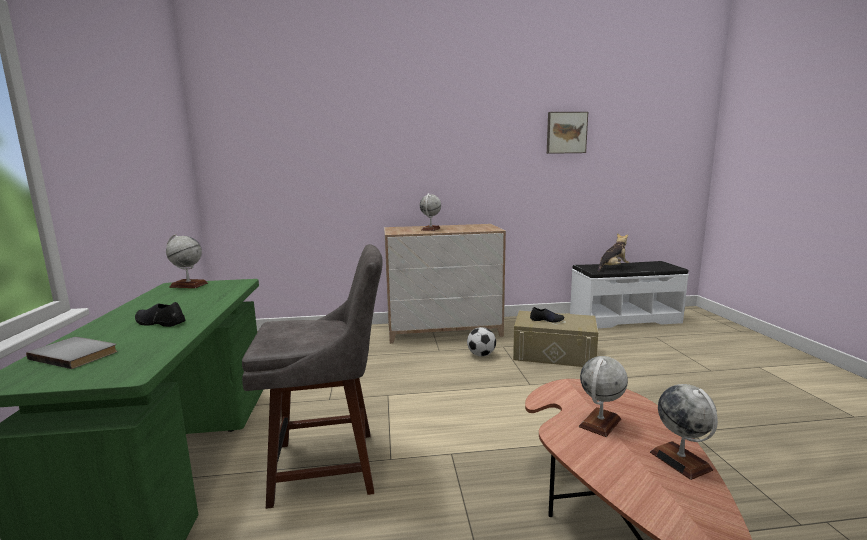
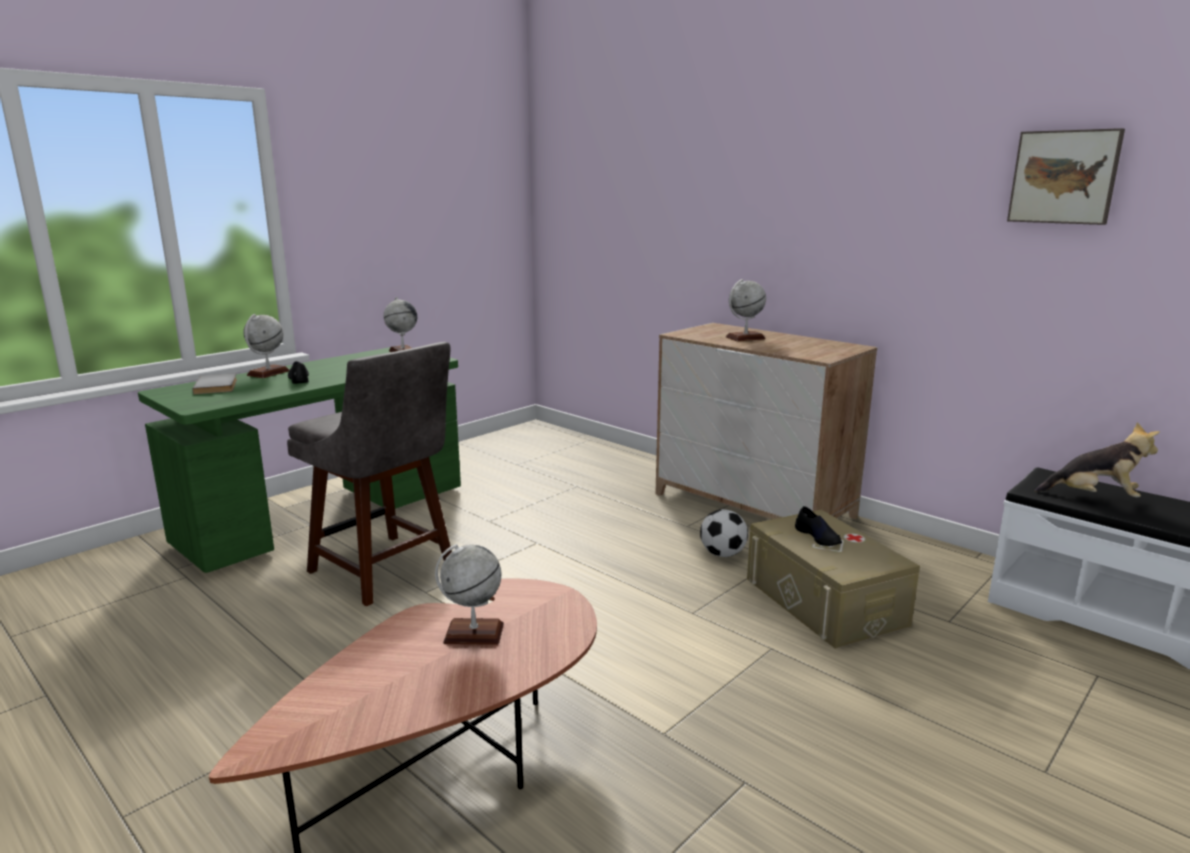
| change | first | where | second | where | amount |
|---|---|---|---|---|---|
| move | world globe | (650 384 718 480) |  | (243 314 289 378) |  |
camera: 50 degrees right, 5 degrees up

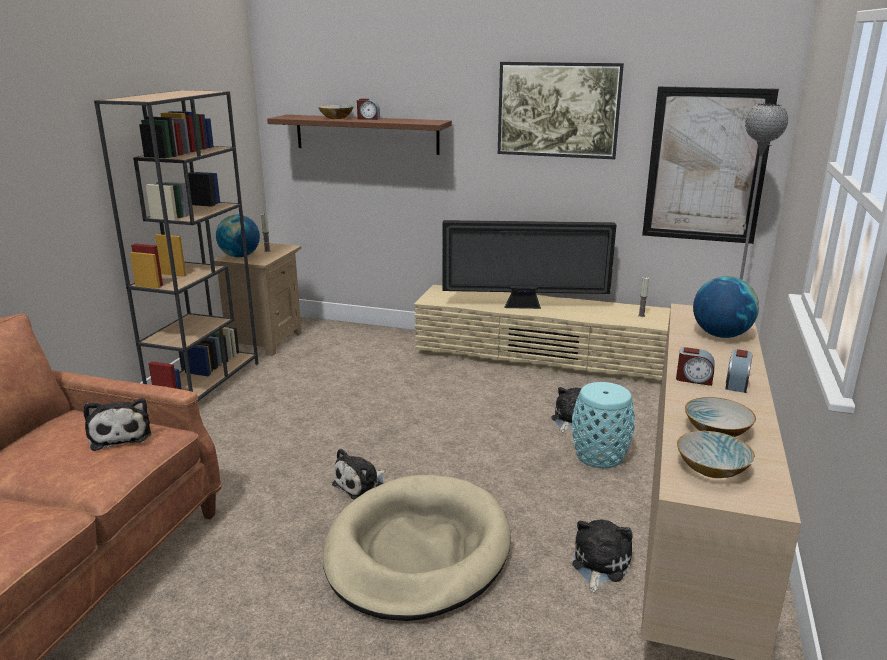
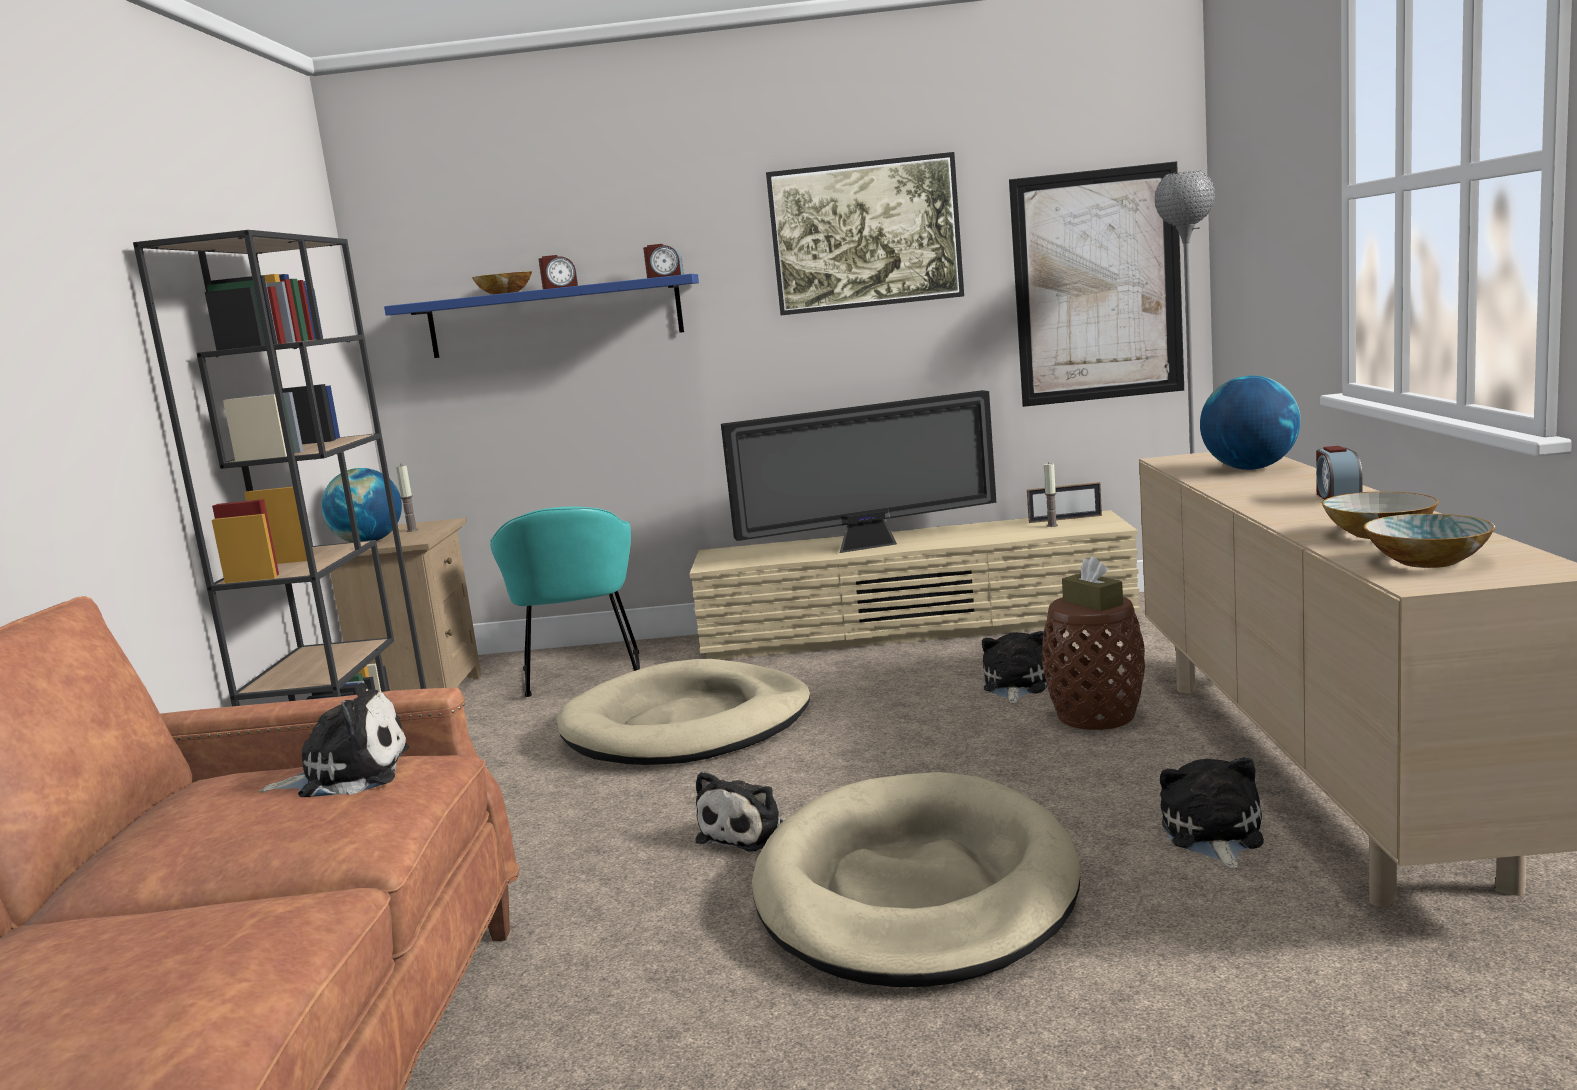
| change | first | where | second | where | amount |
|---|---|---|---|---|---|
| rotate | plush toy | (83 398 151 451) |  | (259 683 409 797) | 60 degrees counterclockwise |
| recolor | brown-coloured shelf | (267 115 452 155) | blue shelf | (384 274 699 358) |  |
| recolor | turquoise stool seat | (572 382 635 468) | brown-coloured stool seat | (1042 597 1145 730) |  |
| move | alarm clock | (676 347 715 386) |  | (643 244 684 278) |  |
| insert |  |  | turquoise lounge chair | (490 507 640 697) |  |
| insert |  |  | sand-coloured pet bed | (557 659 810 765) |  |
| insert |  |  | picture frame | (1027 482 1102 523) |  |
| insert |  |  | brown-coloured tissue box | (1062 557 1123 611) |  |
camera: 15 degrees left, 10 degrees down

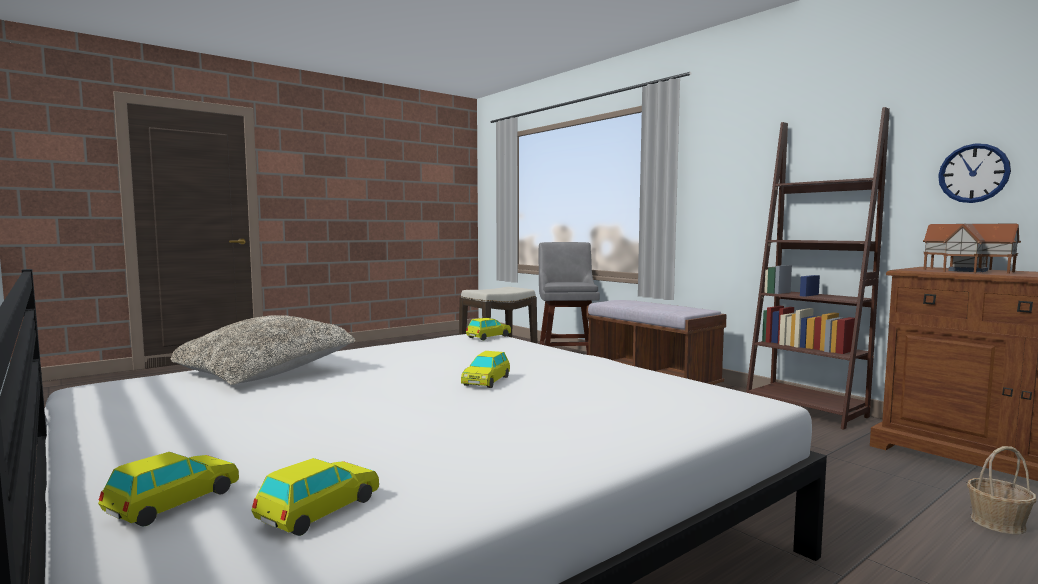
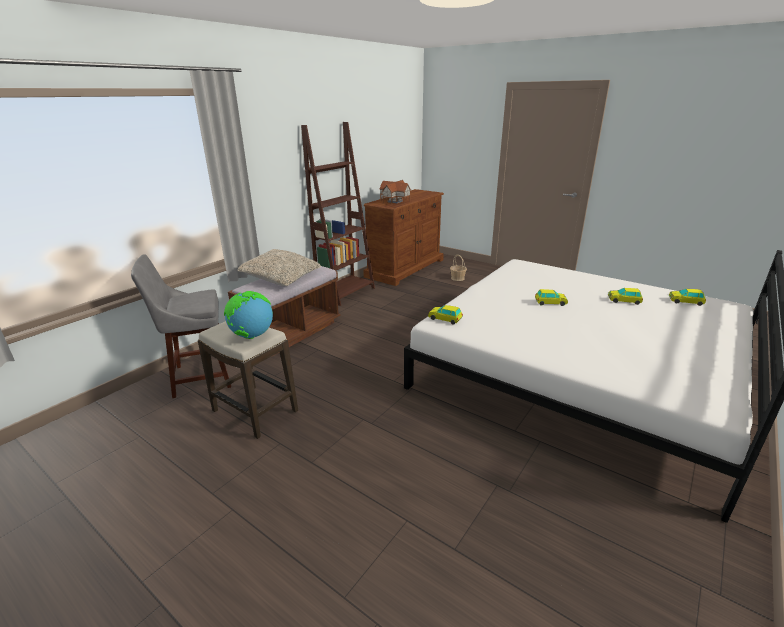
| change | first | where | second | where | amount |
|---|---|---|---|---|---|
| move | toy car | (98 452 239 526) |  | (608 288 643 305) |  |
| move | sand-coloured pillow | (170 315 356 385) |  | (237 249 321 286) |  |
| delete | wall clock | (938 143 1011 203) |  |  |  |
| insert |  |  | world globe | (224 291 273 339) |  |
camera: 105 degrees left, 20 degrees up

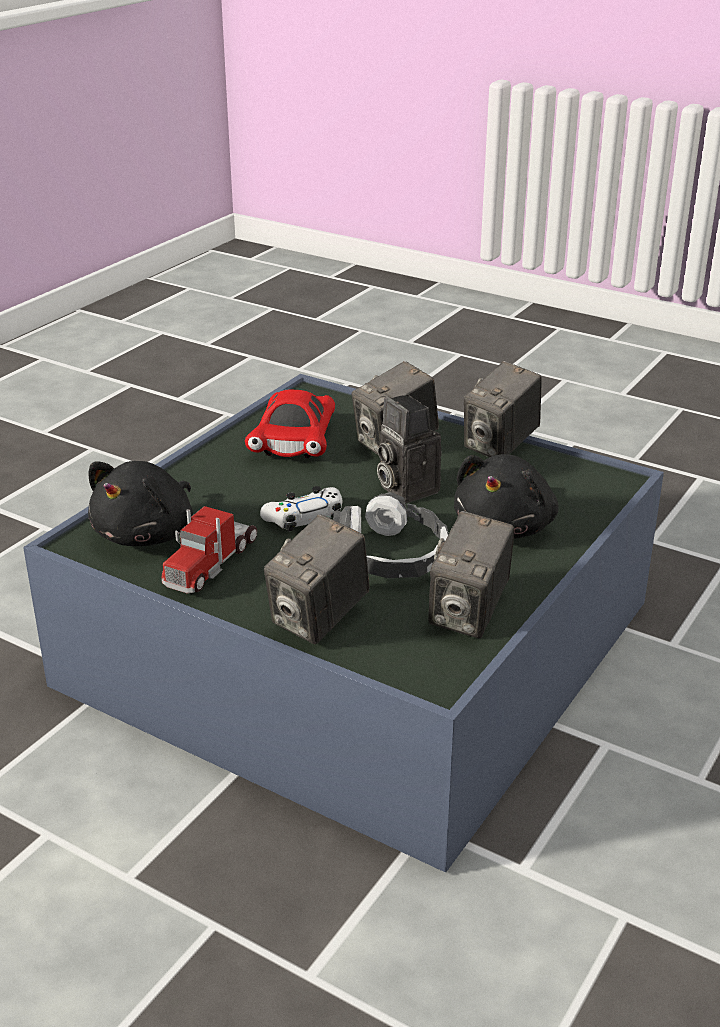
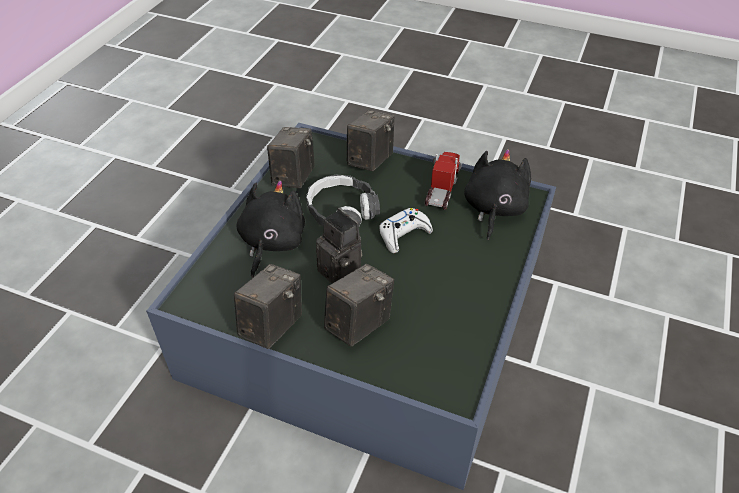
| change | first | where | second | where | amount |
|---|---|---|---|---|---|
| delete | reddish toy car | (245 389 335 459) |  |  |  |
camera: 170 degrees right, 15 degrees up

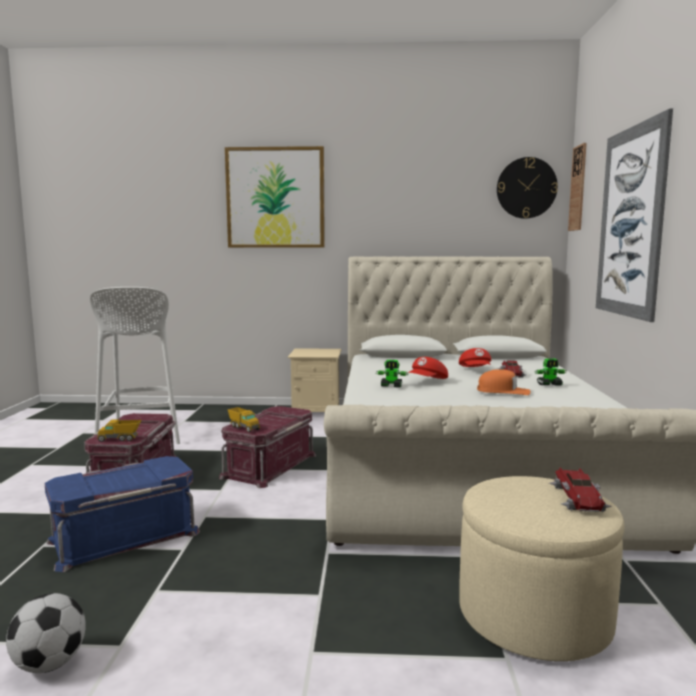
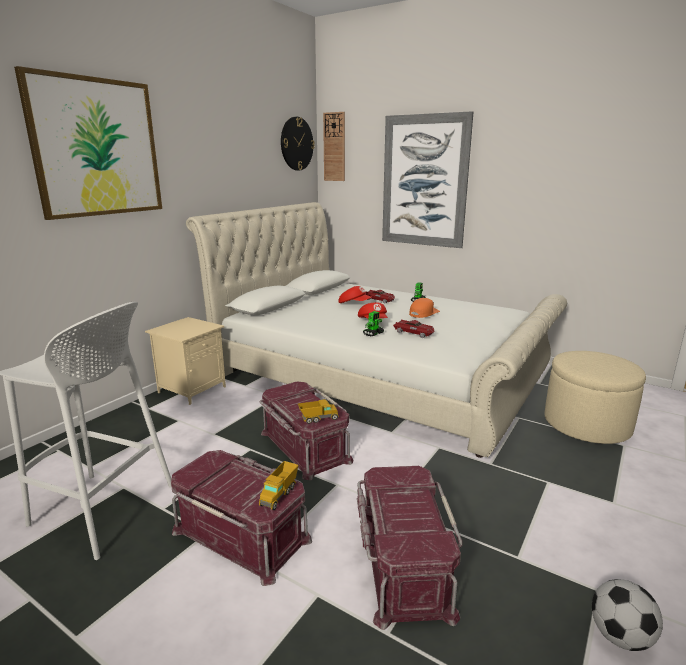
| change | first | where | second | where | amount |
|---|---|---|---|---|---|
| recolor | blue storage container | (45 456 200 572) | reddish storage container | (357 466 463 630) |  |
| move | toy car | (549 467 612 512) |  | (393 320 434 338) |  |
camera: 60 degrees left, 10 degrees up

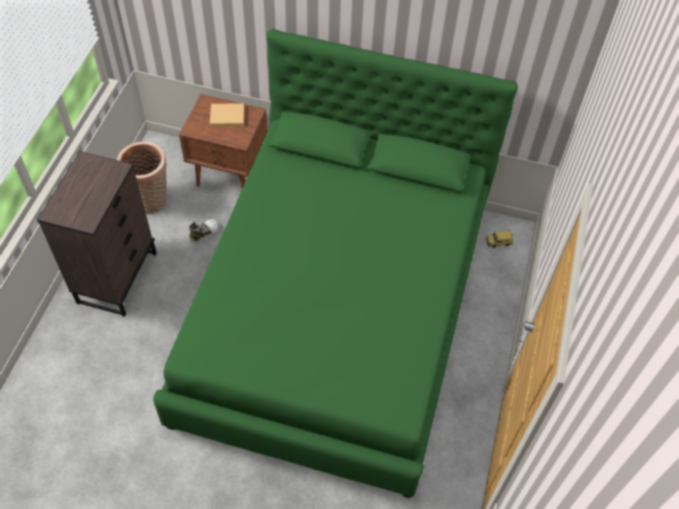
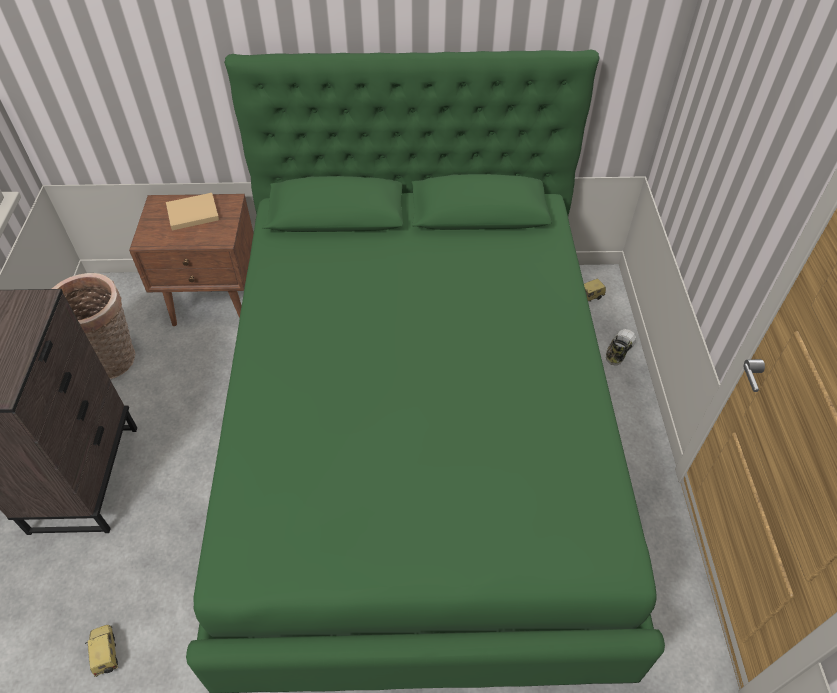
| change | first | where | second | where | amount |
|---|---|---|---|---|---|
| move | shoe | (189 219 219 243) |  | (606 329 636 366) |  |
| insert |  |  | toy car | (85 625 118 677) |  |
camera: 15 degrees left, 5 degrees down

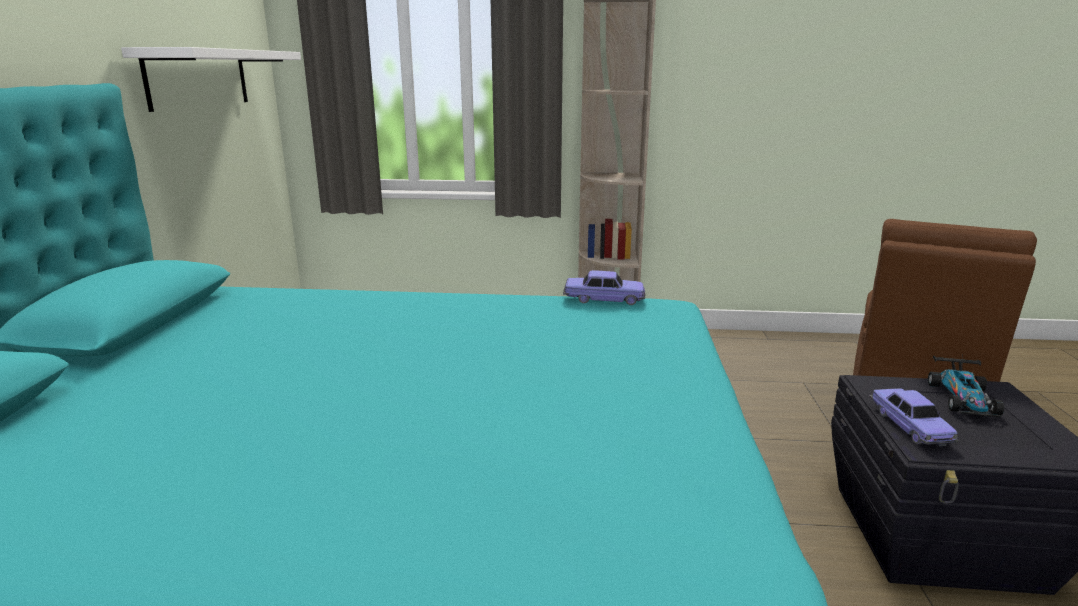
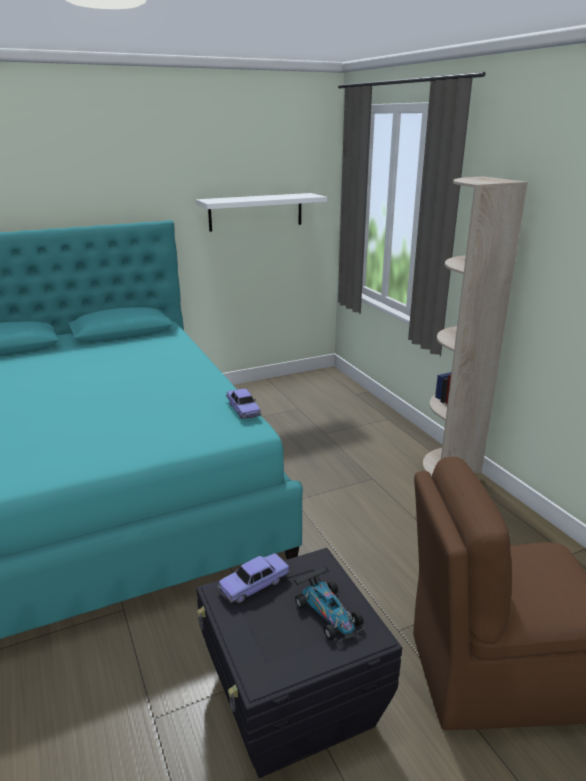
| change | first | where | second | where | amount |
|---|---|---|---|---|---|
| rotate | toy car | (928 355 1004 418) |  | (294 566 365 643) | 105 degrees counterclockwise |
camera: 60 degrees right, 5 degrees up

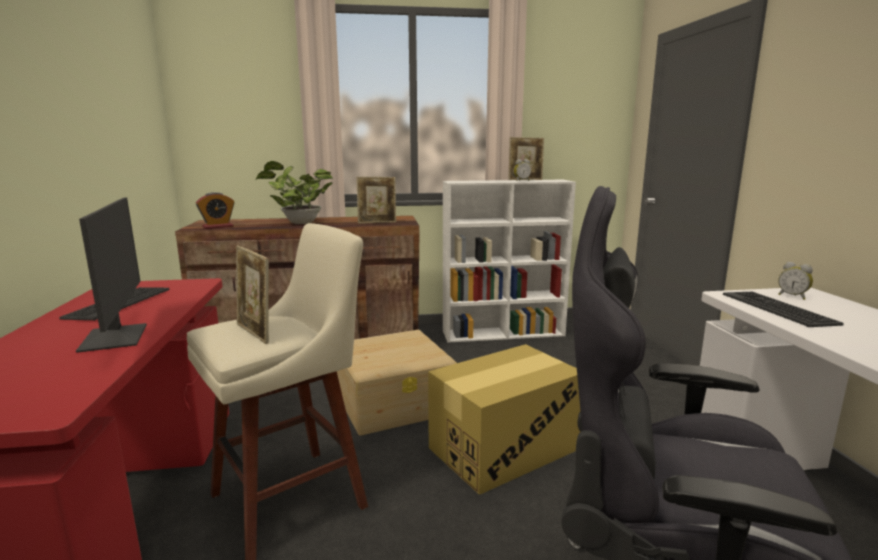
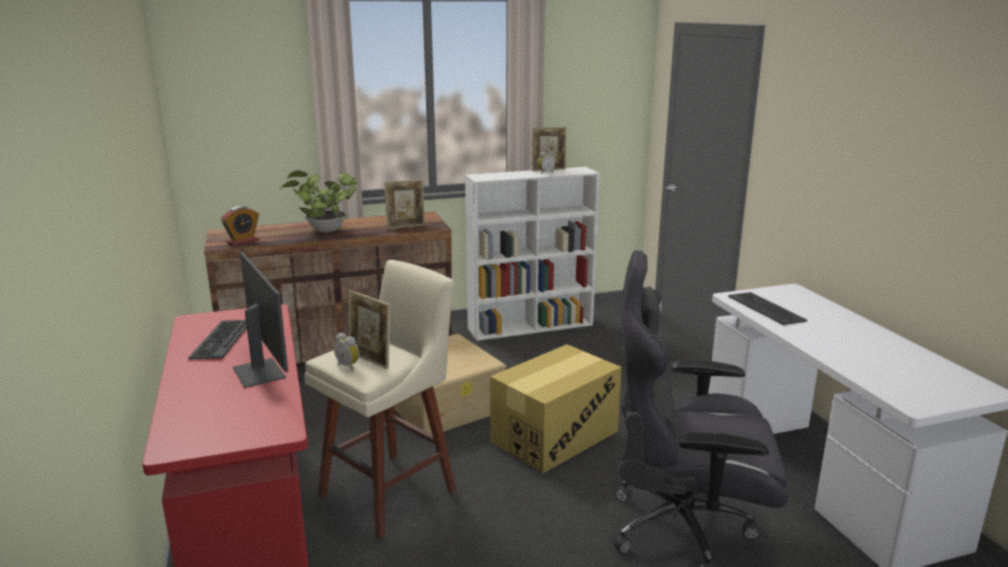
| change | first | where | second | where | amount |
|---|---|---|---|---|---|
| move | alarm clock | (778 262 813 300) |  | (334 333 359 371) |  |
camera: 10 degrees left, 5 degrees up

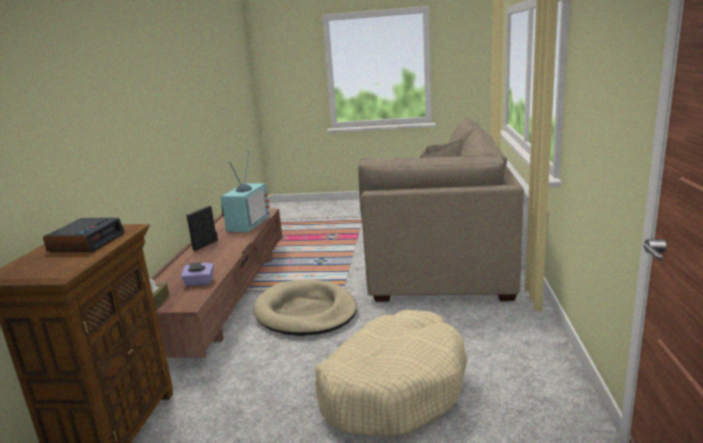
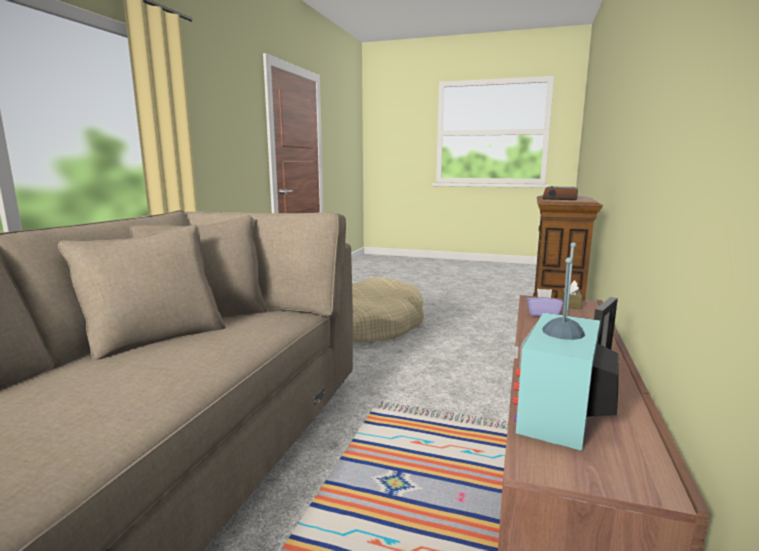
| change | first | where | second | where | amount |
|---|---|---|---|---|---|
| delete | sand-coloured pet bed | (254 280 357 336) |  |  |  |
camera: 170 degrees left, 5 degrees down

